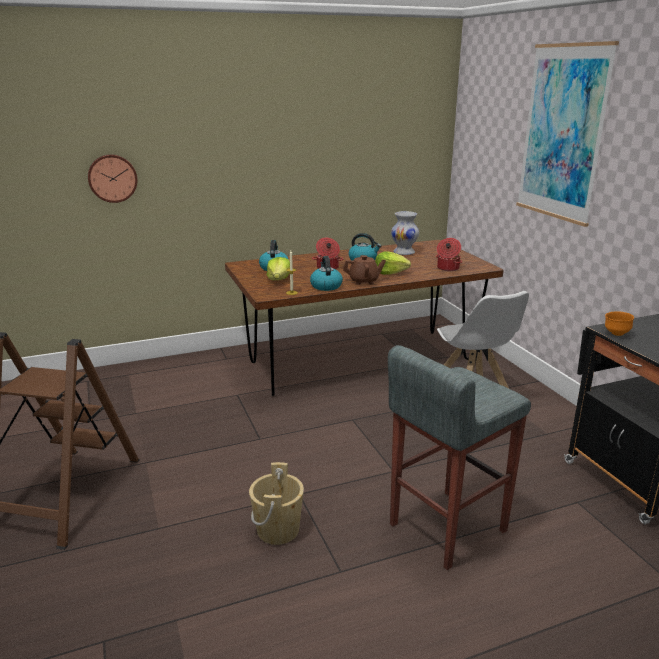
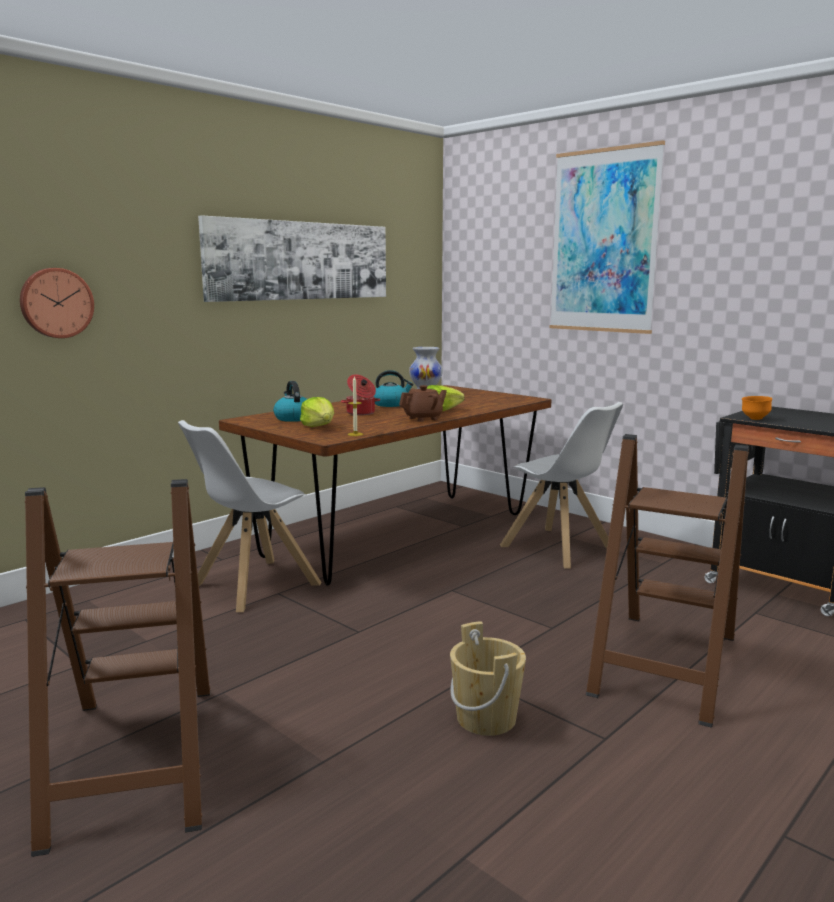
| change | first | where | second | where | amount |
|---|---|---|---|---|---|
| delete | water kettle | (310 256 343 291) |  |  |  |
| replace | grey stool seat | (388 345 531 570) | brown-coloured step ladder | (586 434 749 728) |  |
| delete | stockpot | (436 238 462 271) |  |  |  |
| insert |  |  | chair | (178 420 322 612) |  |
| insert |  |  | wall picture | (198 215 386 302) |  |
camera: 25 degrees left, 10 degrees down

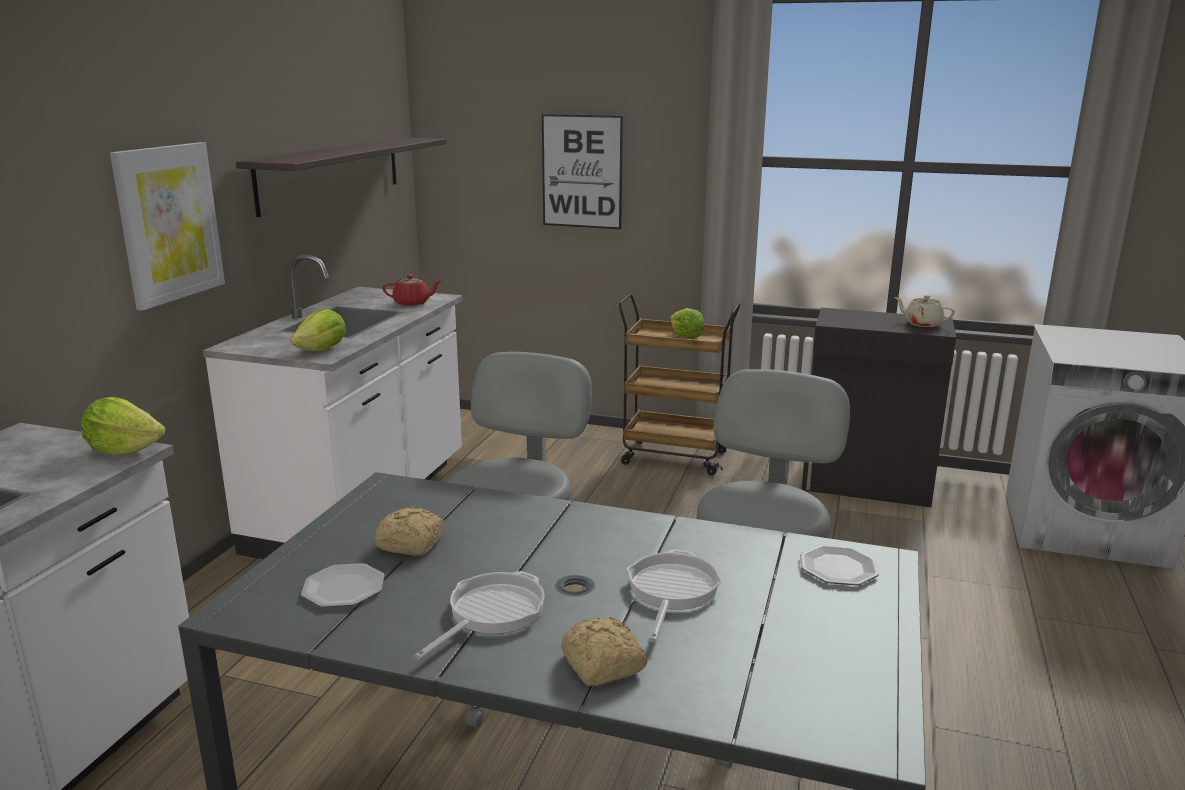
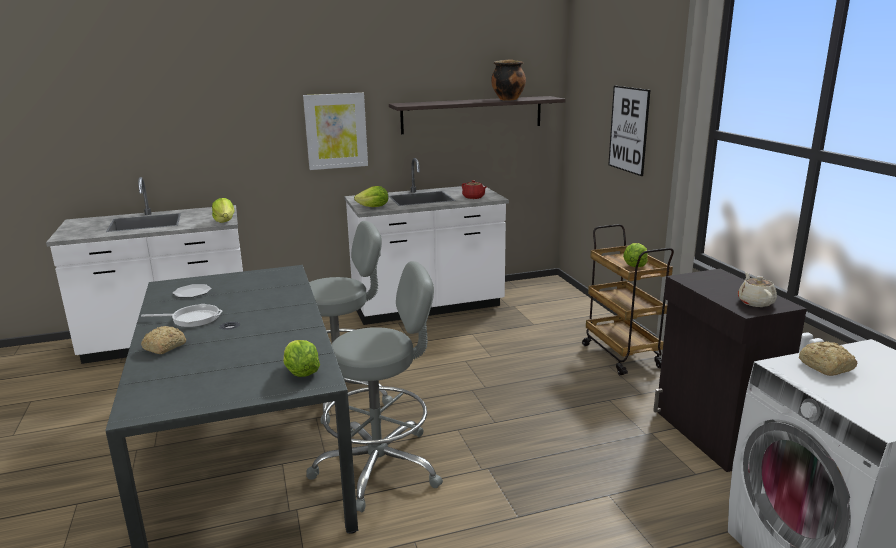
| change | first | where | second | where | amount |
|---|---|---|---|---|---|
| move | baked bread | (375 507 445 556) |  | (799 341 857 376) |  |
| delete | frying pan | (627 550 722 642) |  |  |  |
| replace | plate | (800 544 879 585) | lettuce head | (284 340 320 377) |  |
| insert |  |  | stockpot | (491 59 526 101) |  |
camera: 55 degrees right, 0 degrees up

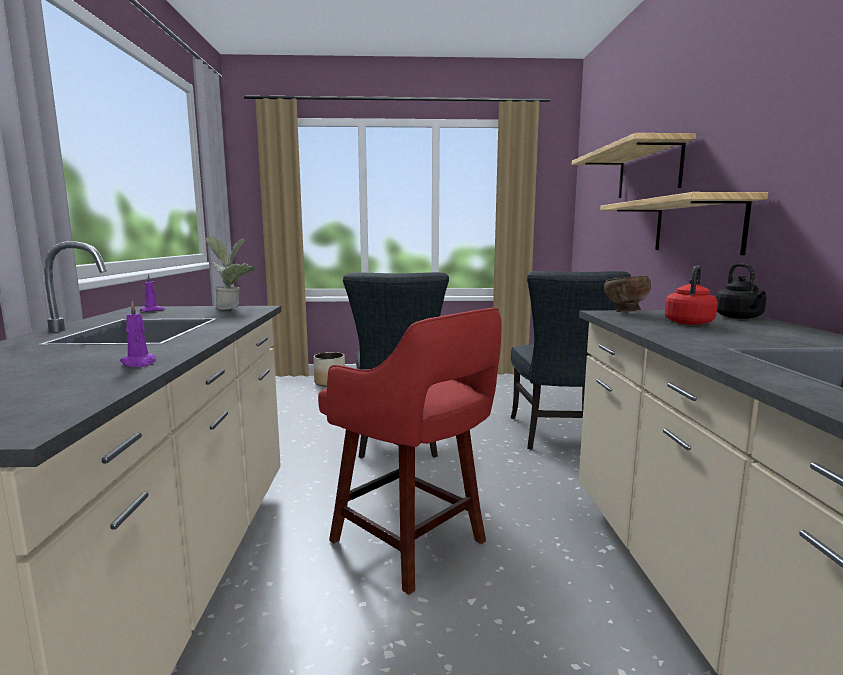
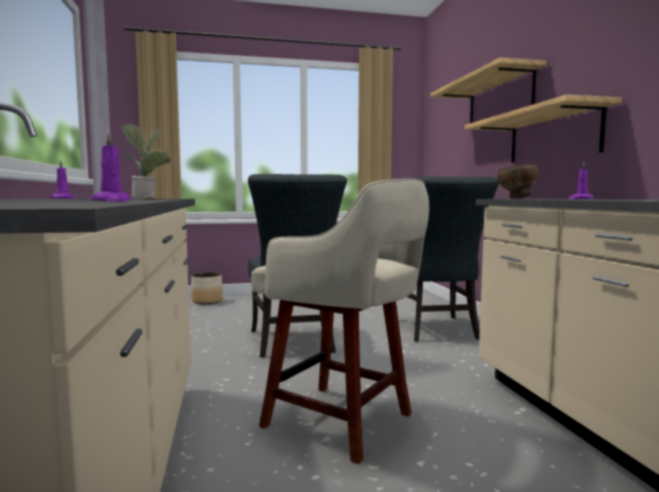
| change | first | where | second | where | amount |
|---|---|---|---|---|---|
| recolor | reddish stool seat | (318 308 502 595) | sand-coloured stool seat | (251 179 429 464) |  |
| replace | reddish water kettle | (665 266 718 325) | purplish candle | (568 162 594 199) |  |
| delete | blackish water kettle | (716 263 766 319) |  |  |  |
camera: 10 degrees left, 5 degrees down

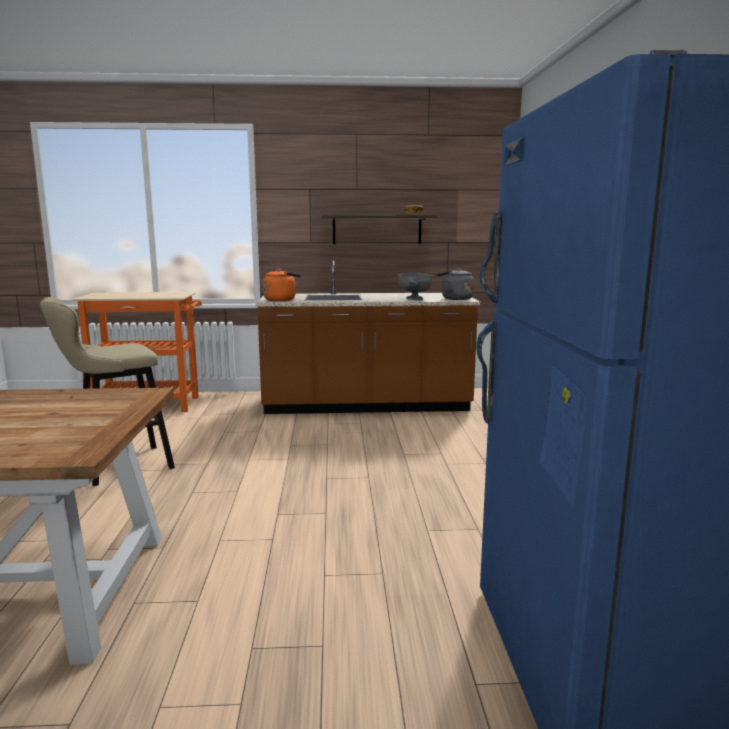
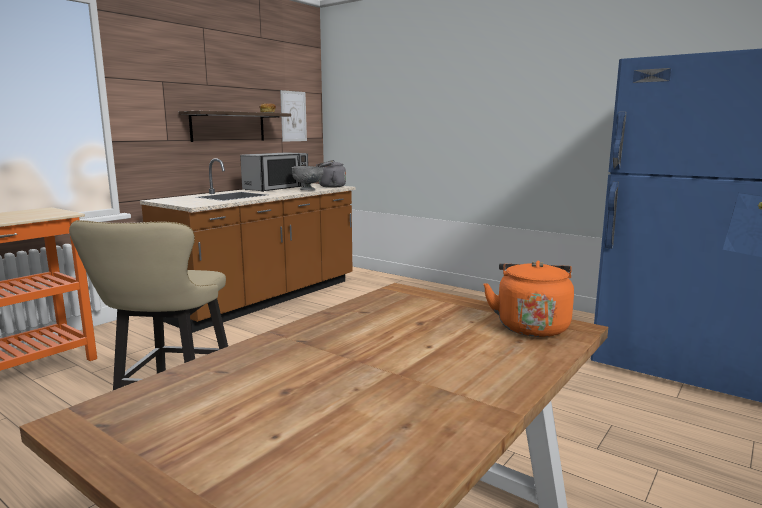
| change | first | where | second | where | amount |
|---|---|---|---|---|---|
| move | orange-coloured water kettle | (263 269 301 301) |  | (483 261 574 337) |  |
| insert |  |  | microwave oven | (240 152 308 192) |  |
| insert |  |  | wall picture | (280 90 307 142) |  |
camera: 50 degrees left, 0 degrees up

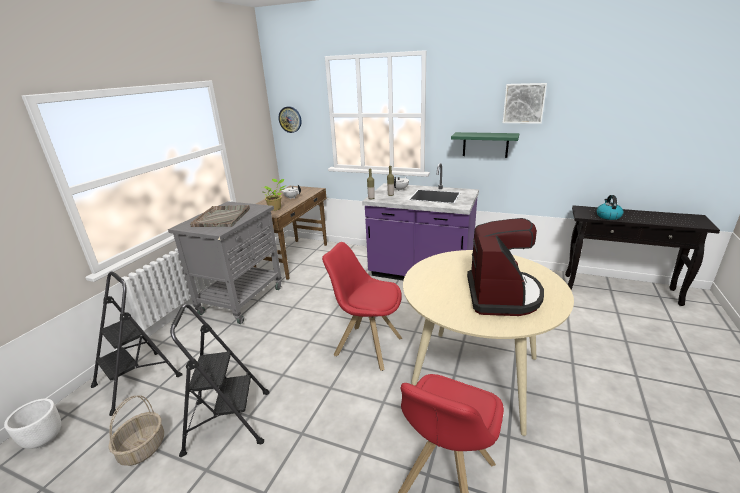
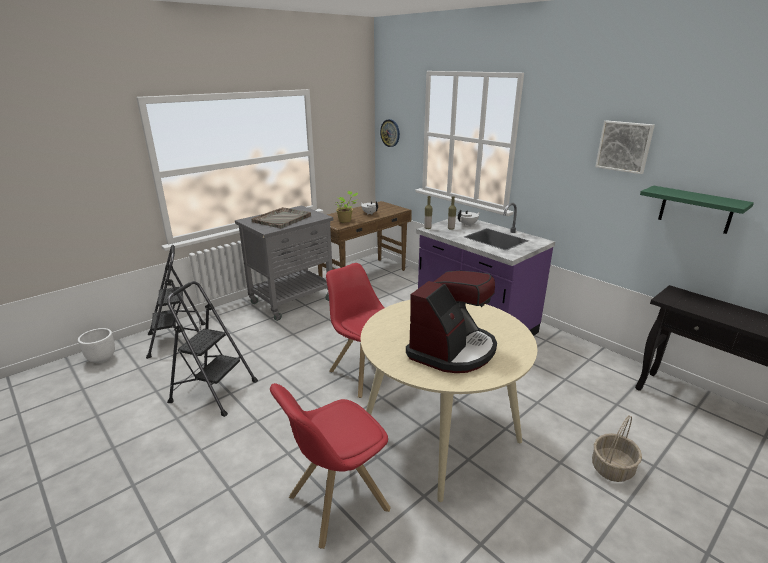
| change | first | where | second | where | amount |
|---|---|---|---|---|---|
| move | storage basket | (108 395 164 466) |  | (592 415 642 482) |  |
| move | green-coloured shelf | (451 132 519 158) |  | (640 186 754 234) |  |
| delete | water kettle | (596 195 623 220) |  |  |  |
camera: 25 degrees right, 0 degrees up

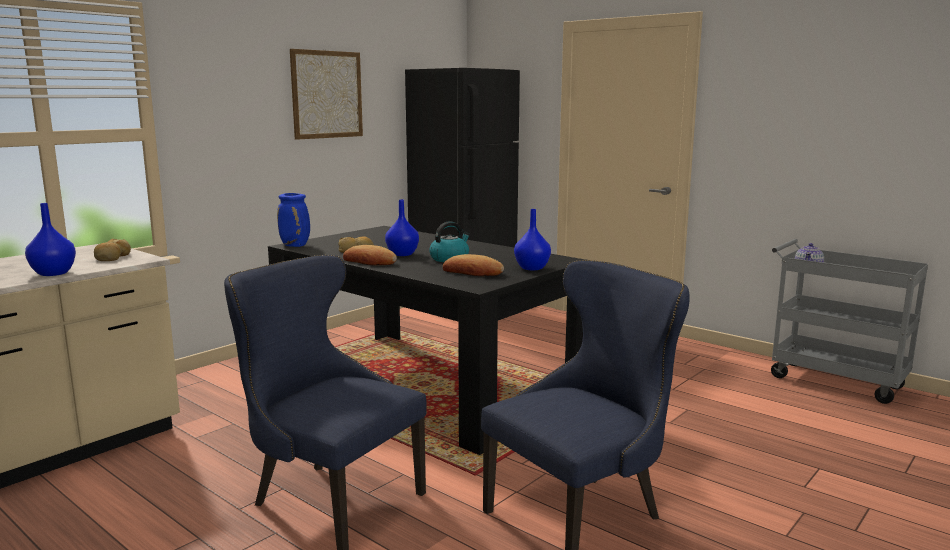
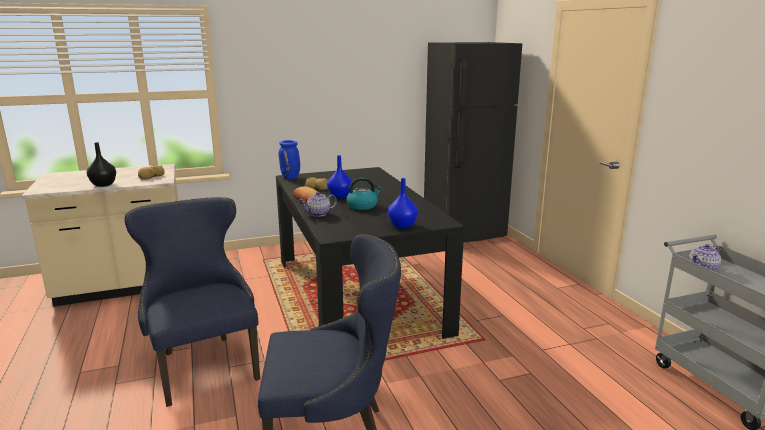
| change | first | where | second | where | amount |
|---|---|---|---|---|---|
| recolor | blue decorative vase | (25 203 76 276) | blackish decorative vase | (87 142 116 187) |  |
| delete | wall picture | (290 48 363 140) |  |  |  |
| delete | baked bread | (443 254 504 276) |  |  |  |
| insert |  |  | pot for tea | (299 192 337 217) |  |
camera: 30 degrees right, 5 degrees up

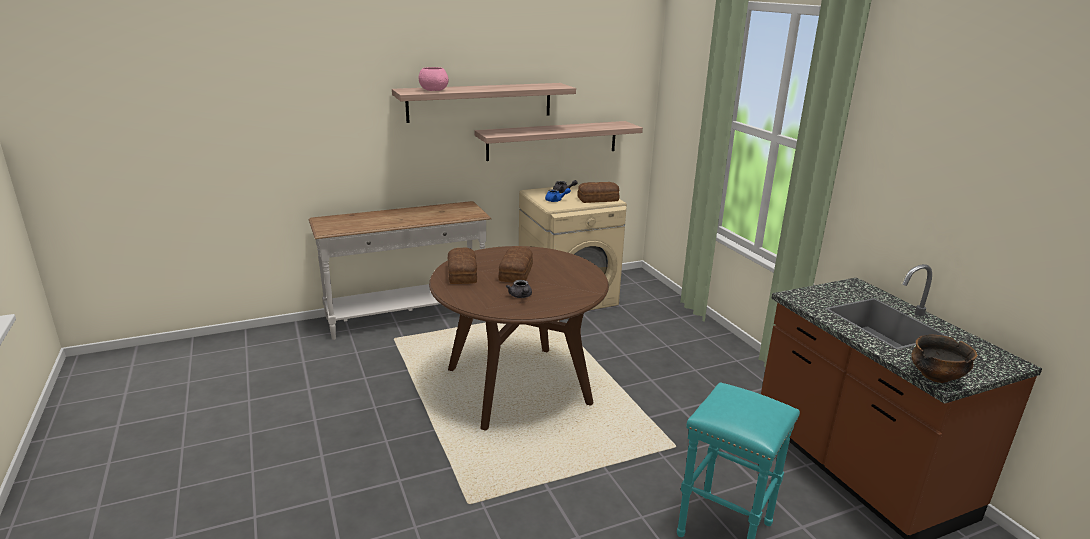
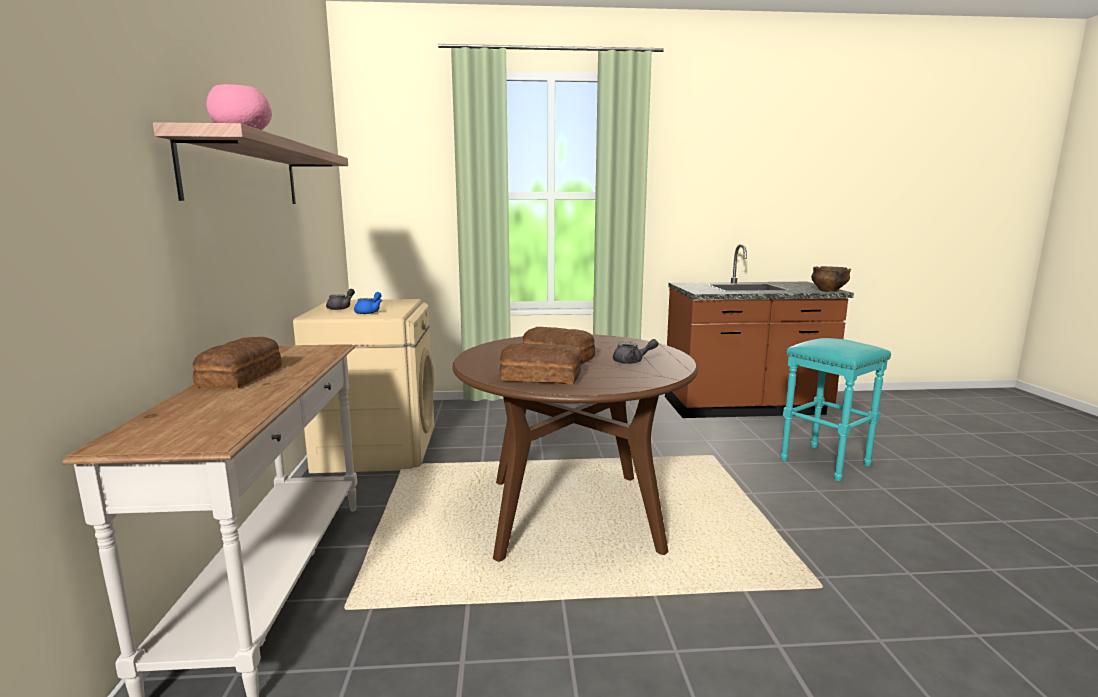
| change | first | where | second | where | amount |
|---|---|---|---|---|---|
| delete | shelf | (475 121 643 161) |  |  |  |
| move | baked bread | (577 182 619 203) |  | (193 337 282 389) |  |
camera: 70 degrees left, 10 degrees down

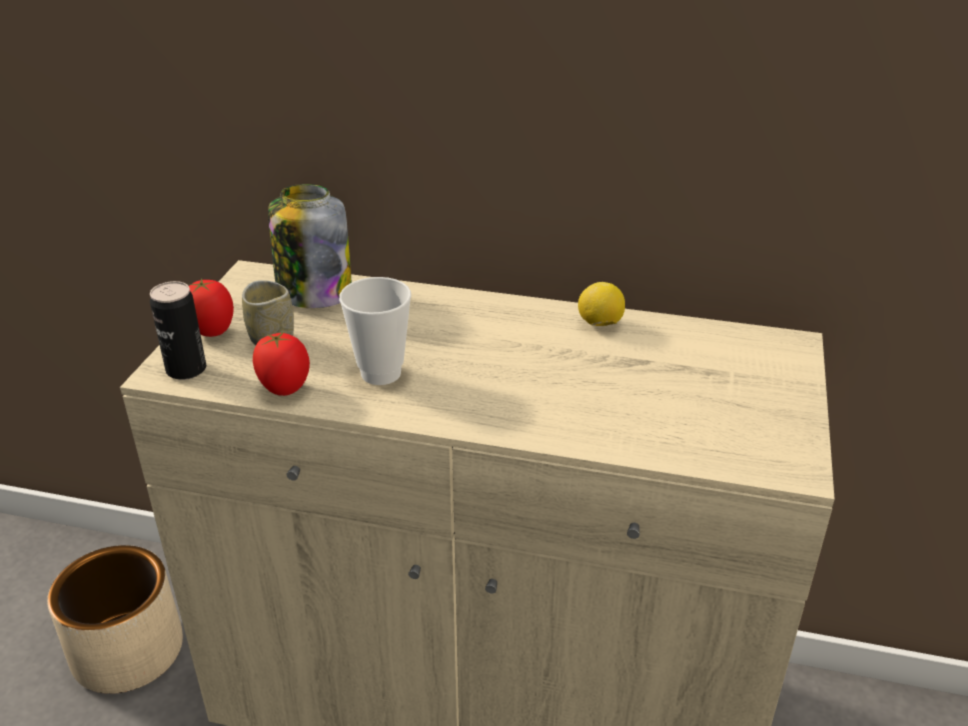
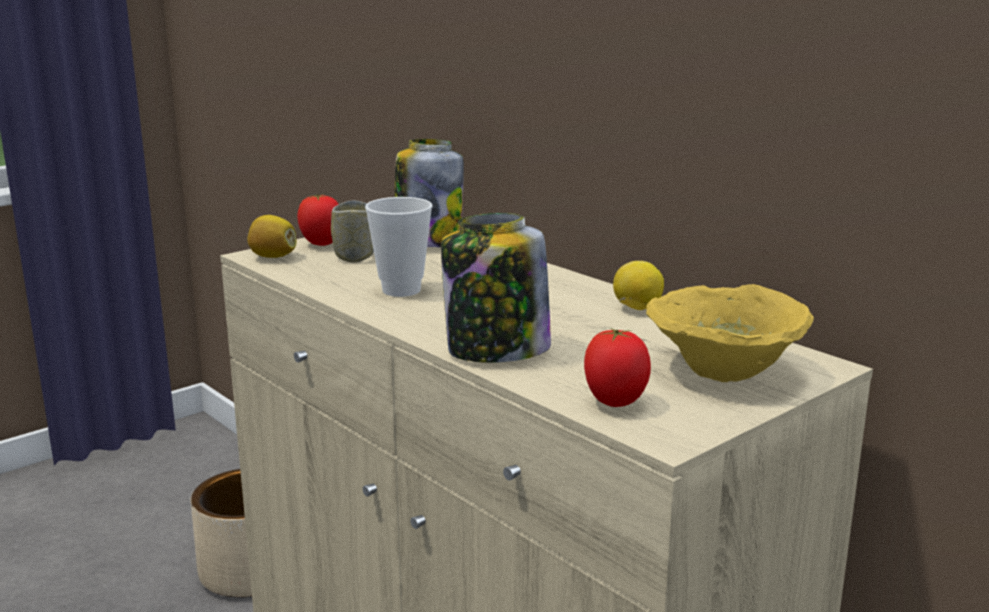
| change | first | where | second | where | amount |
|---|---|---|---|---|---|
| replace | metal can | (150 281 206 380) | lemon | (247 215 296 258) |  |
| move | tomato | (253 331 310 396) |  | (584 328 651 407) |  |
| insert |  |  | jar | (441 213 551 363) |  |
| insert |  |  | yellow-coloured serving bowl | (646 284 814 382) |  |
camera: 35 degrees right, 15 degrees down

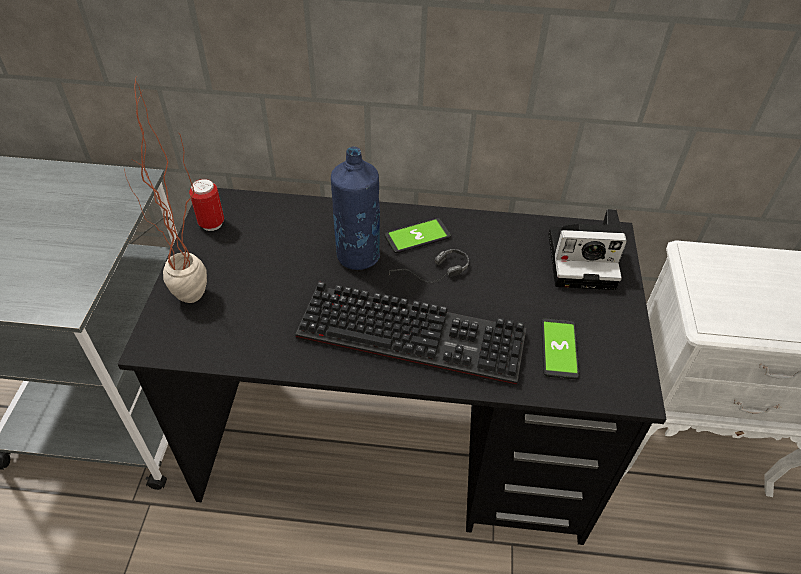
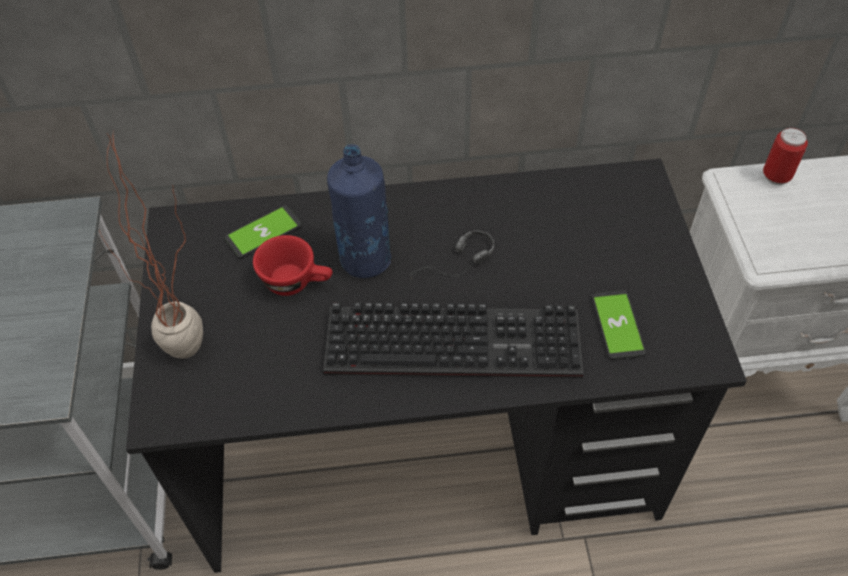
| change | first | where | second | where | amount |
|---|---|---|---|---|---|
| move | metal can | (189 179 224 231) |  | (763 128 808 185) |  |
| move | handset | (384 218 451 253) |  | (224 205 303 259) |  |
| delete | still camera | (548 209 627 290) |  |  |  |
| insert |  |  | reddish cup | (253 235 333 296) |  |
camera: 10 degrees left, 5 degrees up

